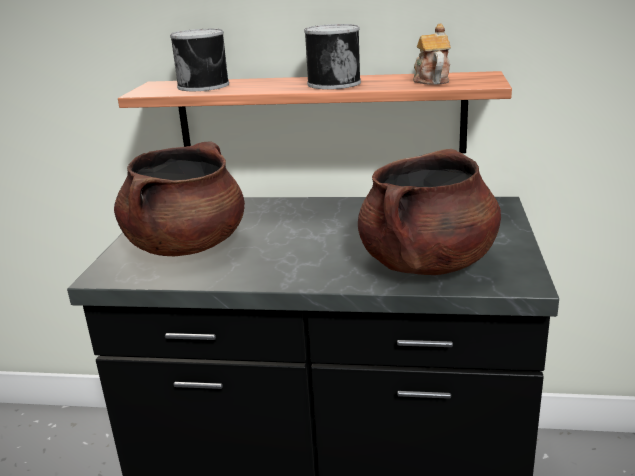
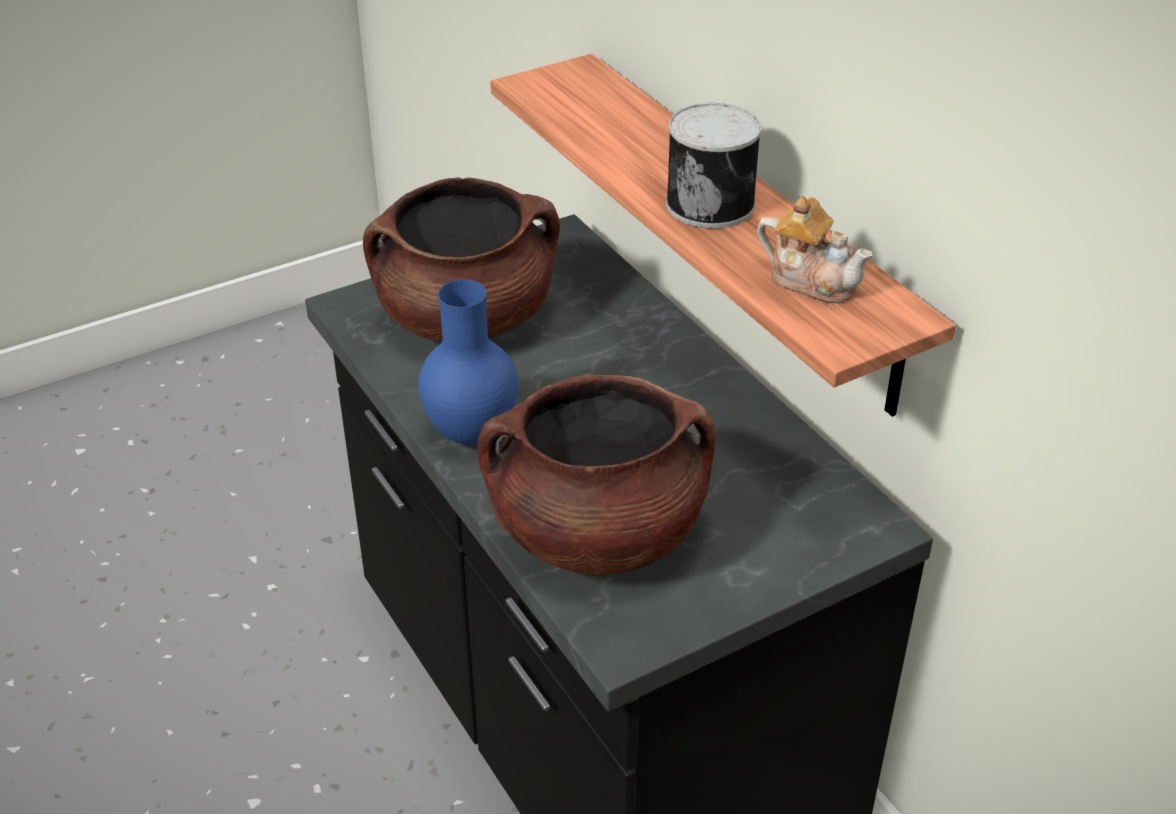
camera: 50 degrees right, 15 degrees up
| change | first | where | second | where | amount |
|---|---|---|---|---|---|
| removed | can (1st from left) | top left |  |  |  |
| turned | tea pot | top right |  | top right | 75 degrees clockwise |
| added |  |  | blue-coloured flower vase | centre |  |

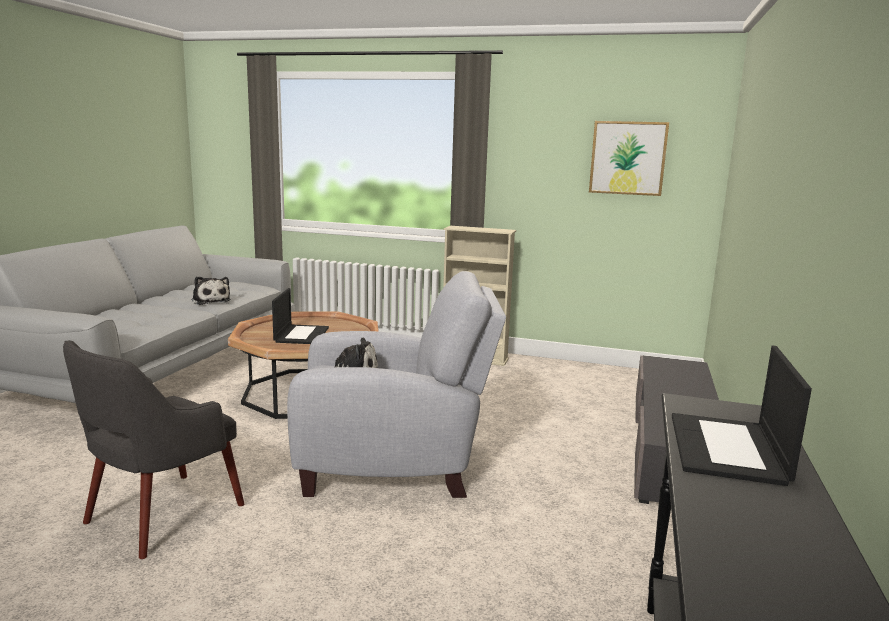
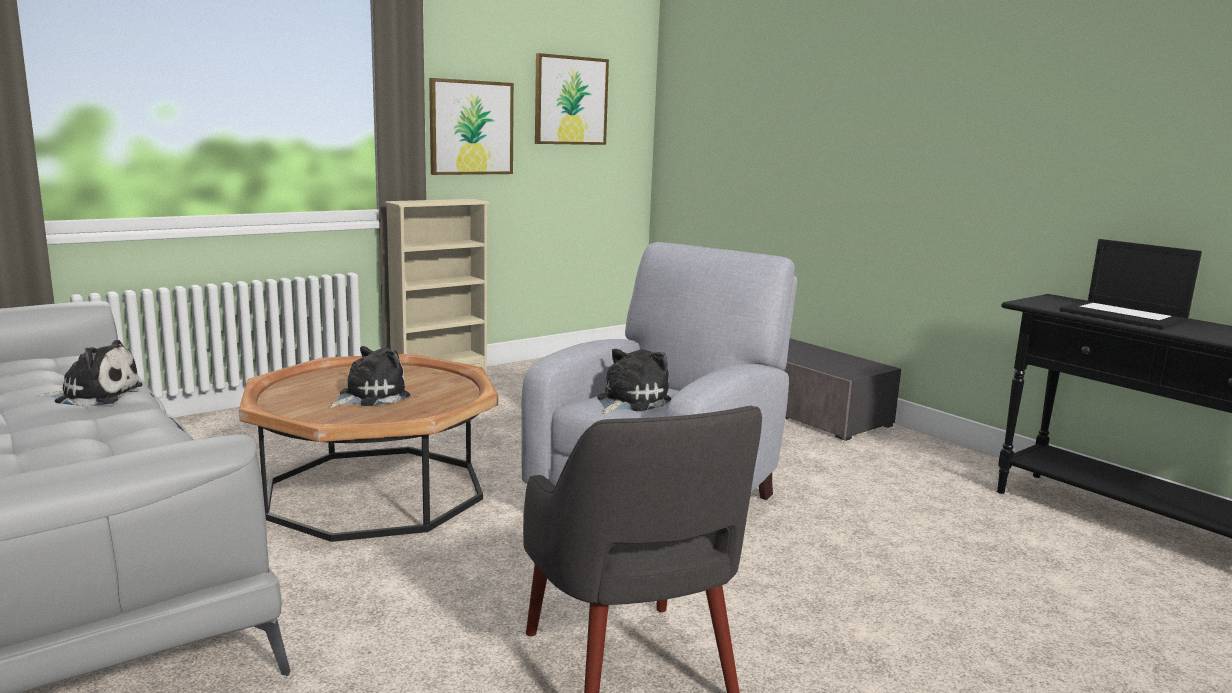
camera: 55 degrees left, 0 degrees up
| change | first | where | second | where | amount |
|---|---|---|---|---|---|
| replaced | portable computer (1st from left) | centre | soft toy (2nd from left) | middle left |  |
| added |  |  | wall art (1st from left) | top centre |  |

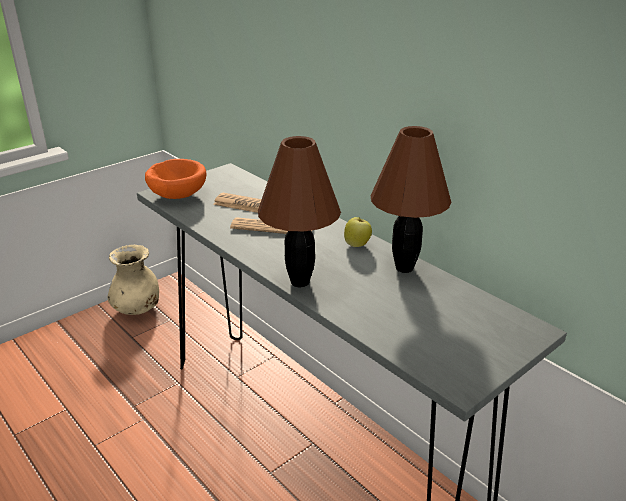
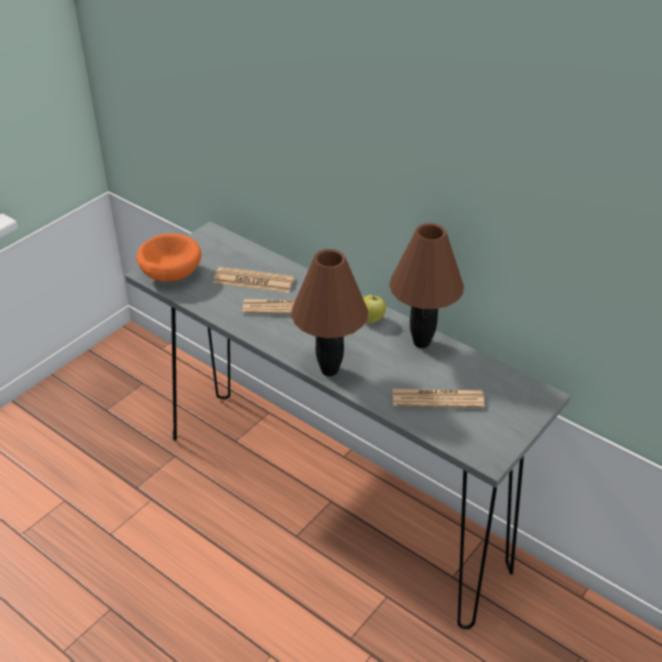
camera: 10 degrees left, 10 degrees up
| change | first | where | second | where | amount |
|---|---|---|---|---|---|
| removed | beige-coloured flower vase | middle left |  |  |  |
| added |  |  | newspaper (3rd from left) | centre |  |

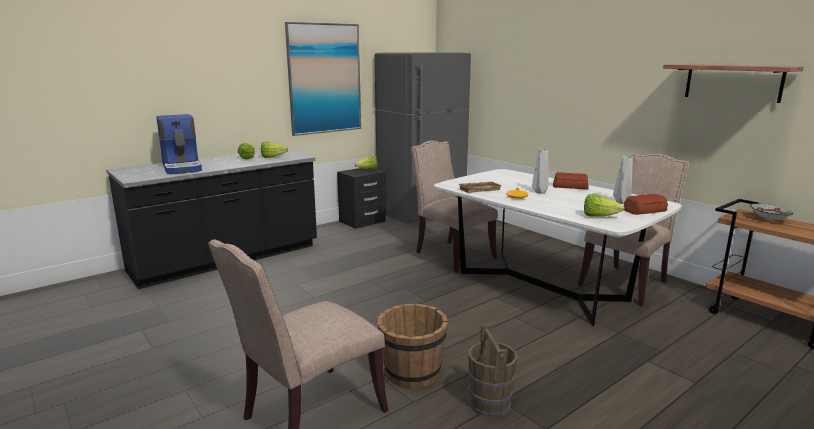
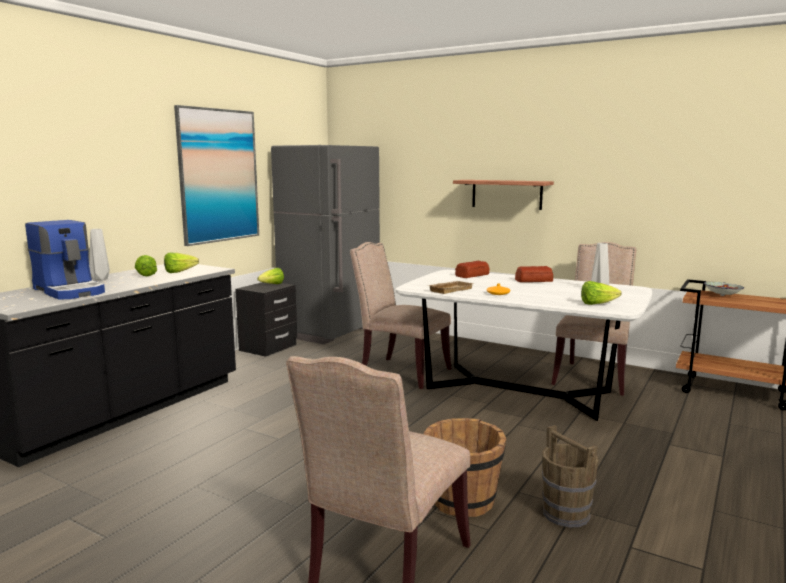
camera: 20 degrees left, 5 degrees down
| change | first | where | second | where | amount |
|---|---|---|---|---|---|
| moved | greyish flower vase (1st from left) | centre |  | middle left |  |
| moved | baked bread (2nd from left in the first image) | middle right | baked bread (1st from left) | centre |  |
| moved | wall shelf | top right |  | centre |  |

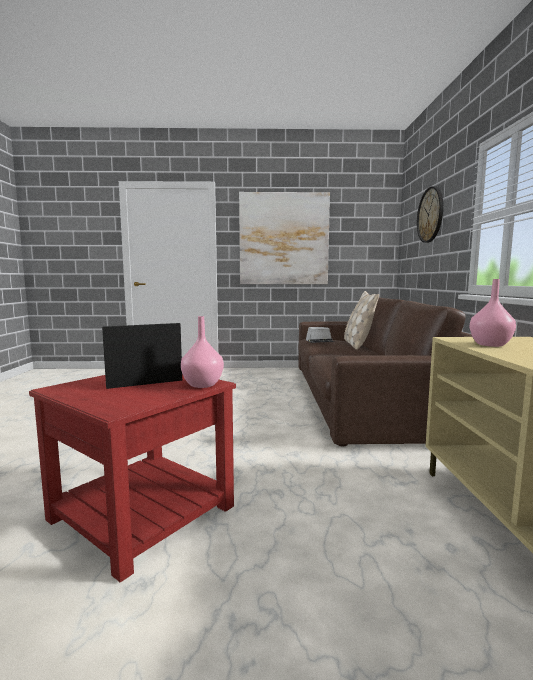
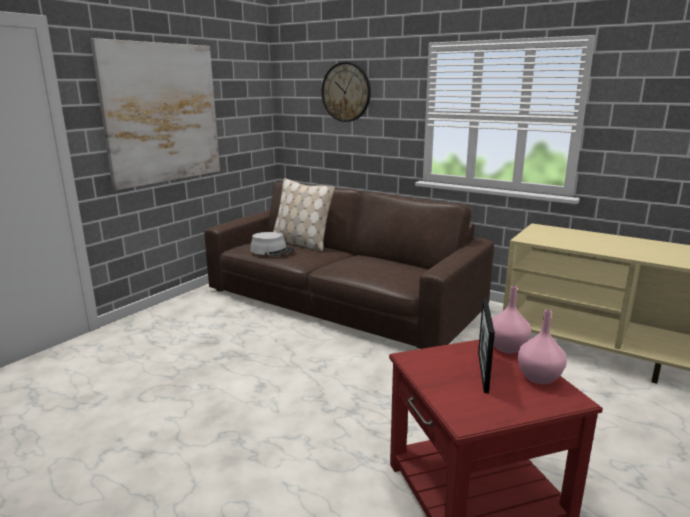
camera: 55 degrees left, 10 degrees up
| change | first | where | second | where | amount |
|---|---|---|---|---|---|
| moved | pink flower vase (2nd from left) | middle right |  | bottom right |  |

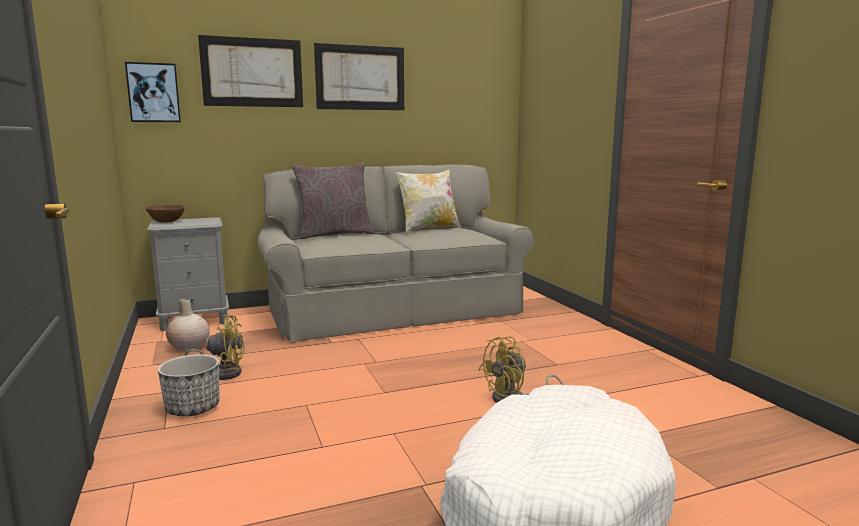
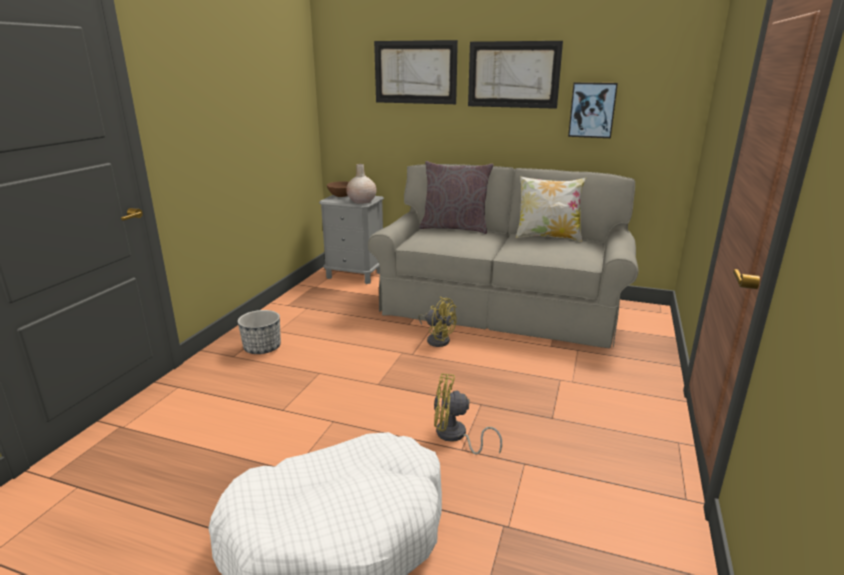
camera: 40 degrees right, 10 degrees up
| change | first | where | second | where | amount |
|---|---|---|---|---|---|
| moved | wall art (1st from left in the first image) | top left | wall art (3rd from left) | top right |  |
| moved | beige-coloured flower vase | middle left |  | top centre |  |
| moved | yellow-coloured fan (1st from left) | middle left |  | centre |  |

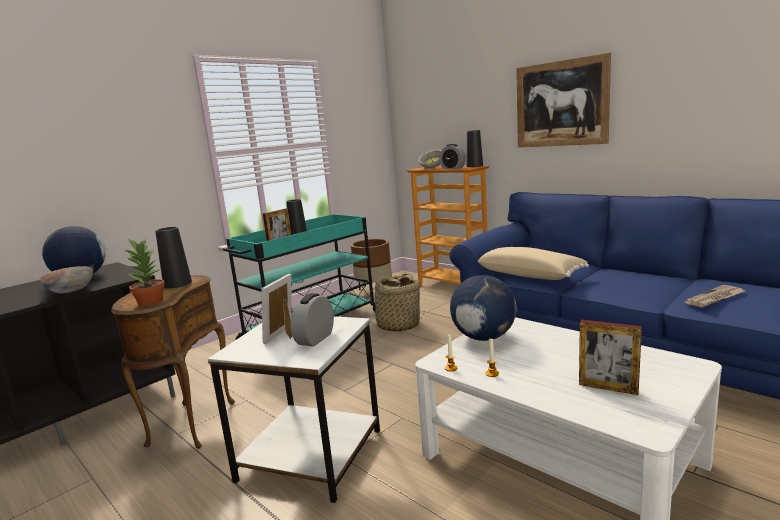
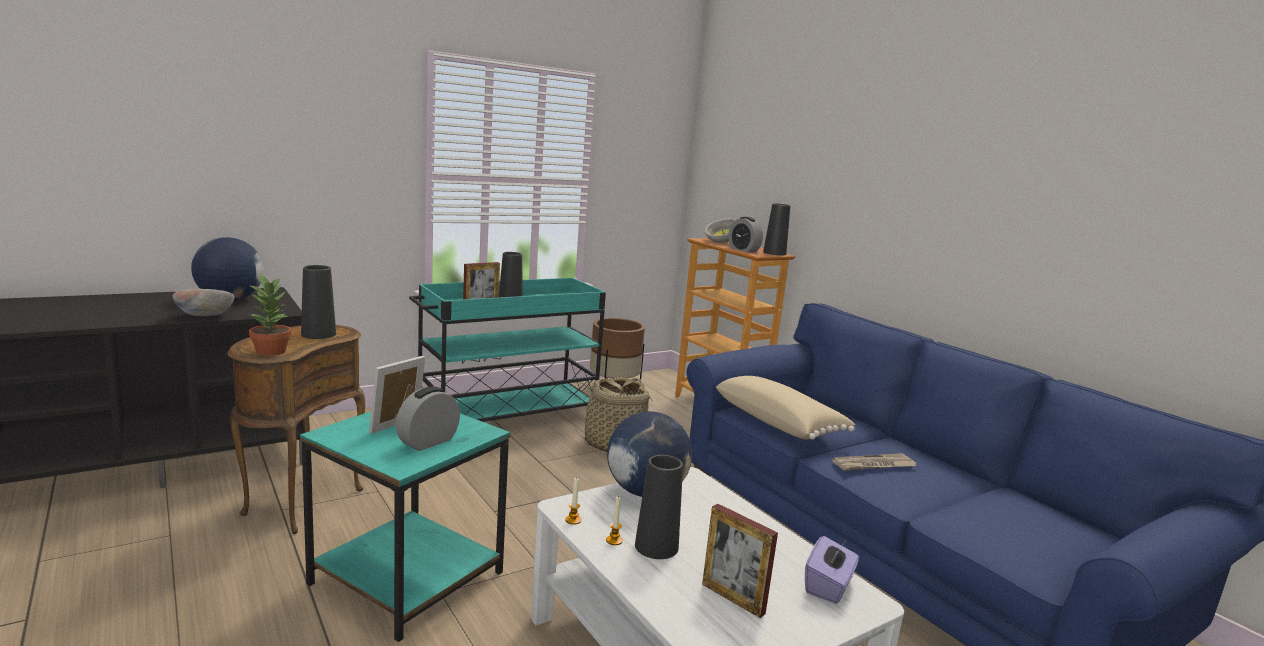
camera: 10 degrees right, 0 degrees up
| change | first | where | second | where | amount |
|---|---|---|---|---|---|
| recoloured | whitish accent table | bottom centre | turquoise-coloured accent table | bottom left |  |
| removed | wall art | top right |  |  |  |
| moved | newspaper | middle right |  | bottom right |  |
| added |  |  | black-coloured flower vase (3rd from left) | bottom centre |  |
| added |  |  | purple-coloured tissue box | bottom centre |  |

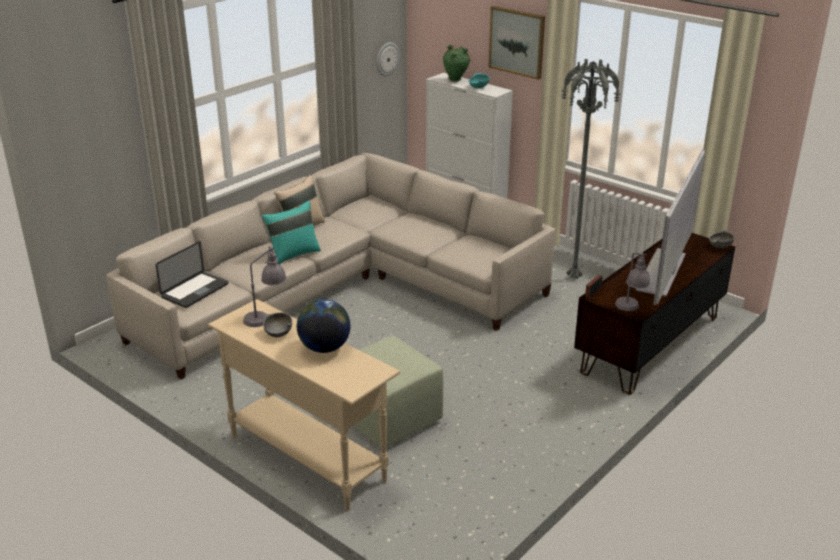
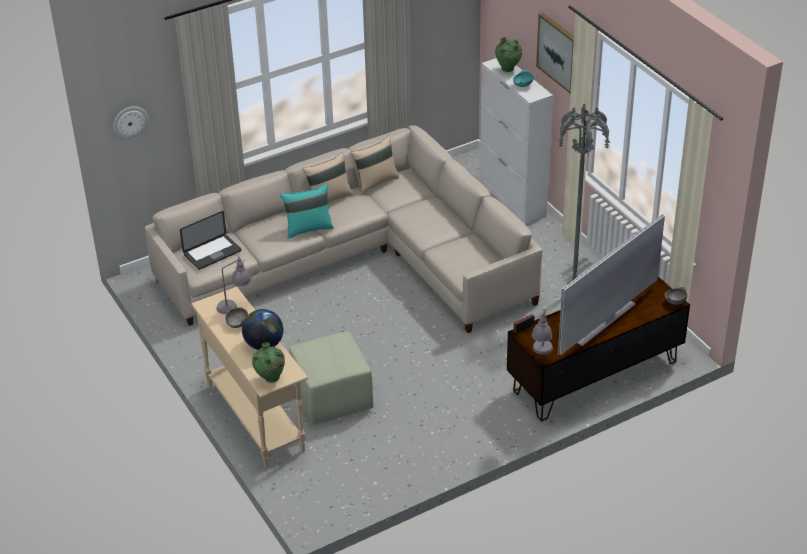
camera: 20 degrees right, 10 degrees up
| change | first | where | second | where | amount |
|---|---|---|---|---|---|
| moved | hanging clock | top centre |  | top left |  |
| added |  |  | green flower vase (1st from left) | middle left |  |
| added |  |  | beige-coloured cushion (2nd from left) | top centre |  |

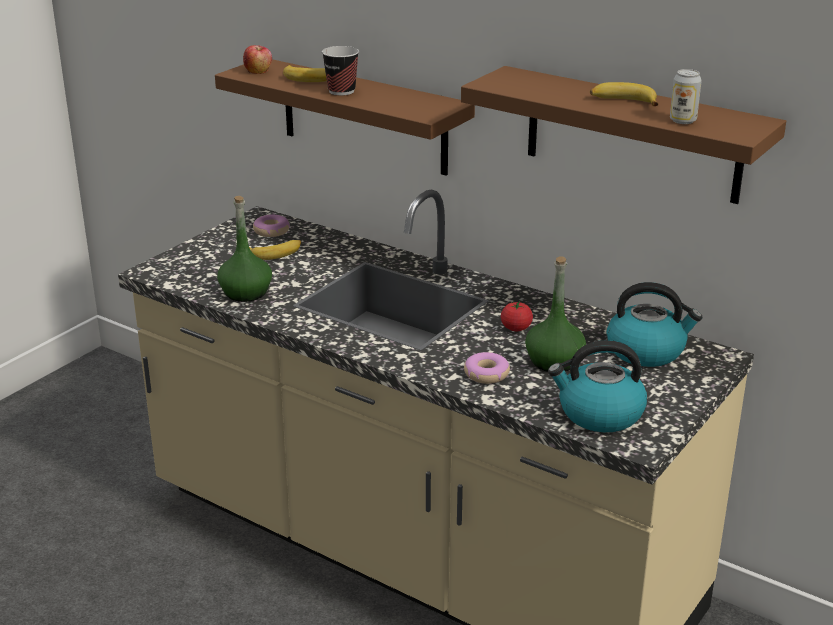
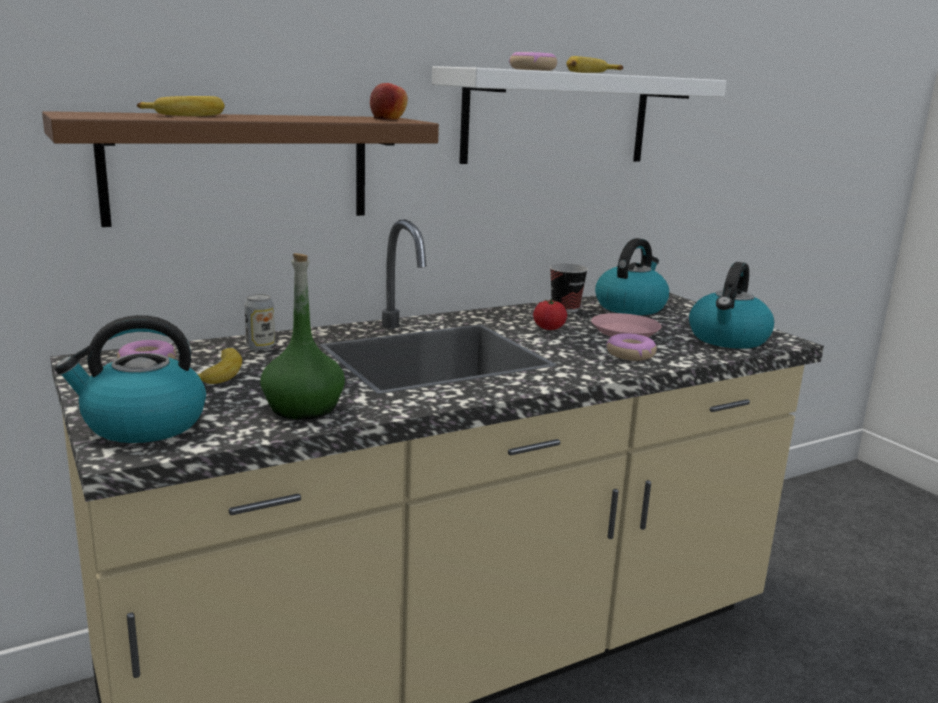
camera: 65 degrees left, 10 degrees down
| change | first | where | second | where | amount |
|---|---|---|---|---|---|
| moved | apple | top left |  | top centre |  |
| moved | cup | top centre |  | centre |  |
| recoloured | brownish wall shelf (2nd from left) | top right | whitish wall shelf | top centre |  |
| replaced | green beverage bottle (2nd from left) | centre | pink dinner plate | middle right |  |
| moved | can | top right |  | middle left |  |
| added |  |  | tea kettle (1st from left) | middle left |  |
| added |  |  | donut (2nd from left) | top centre |  |

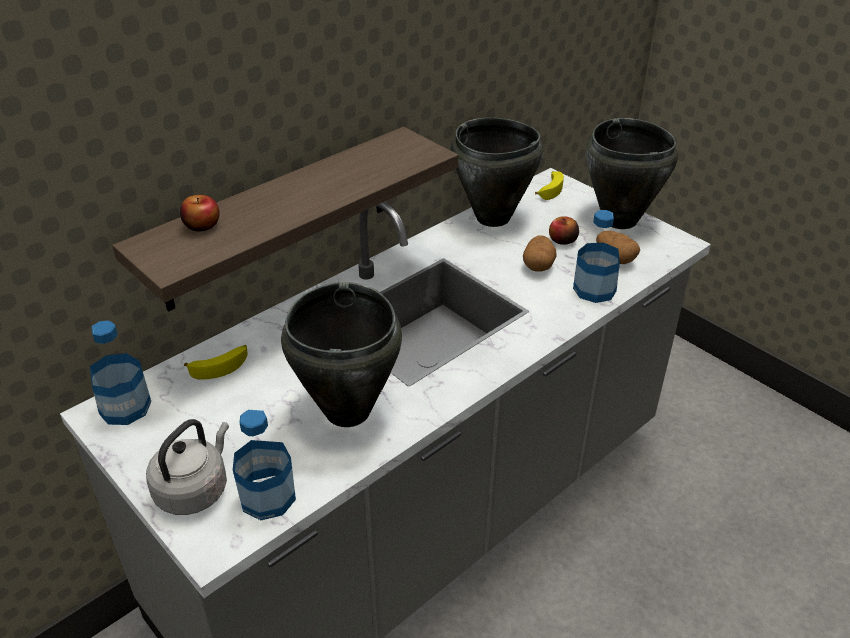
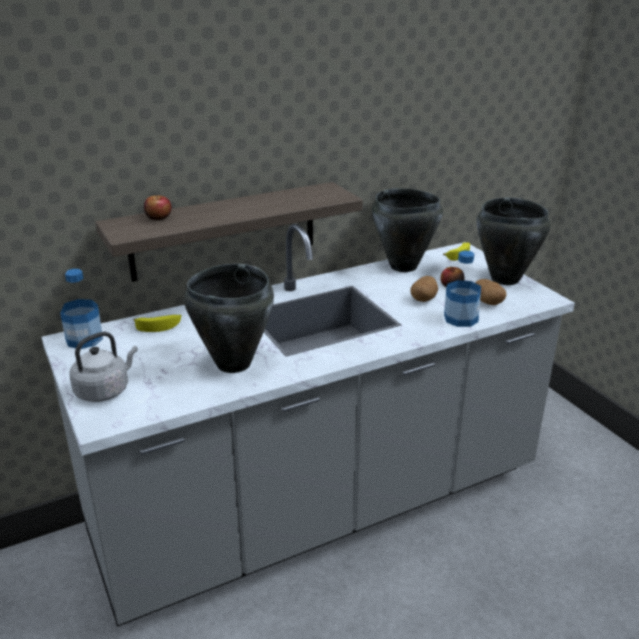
camera: 15 degrees right, 10 degrees down
| change | first | where | second | where | amount |
|---|---|---|---|---|---|
| removed | beverage bottle (2nd from left) | bottom left |  |  |  |

